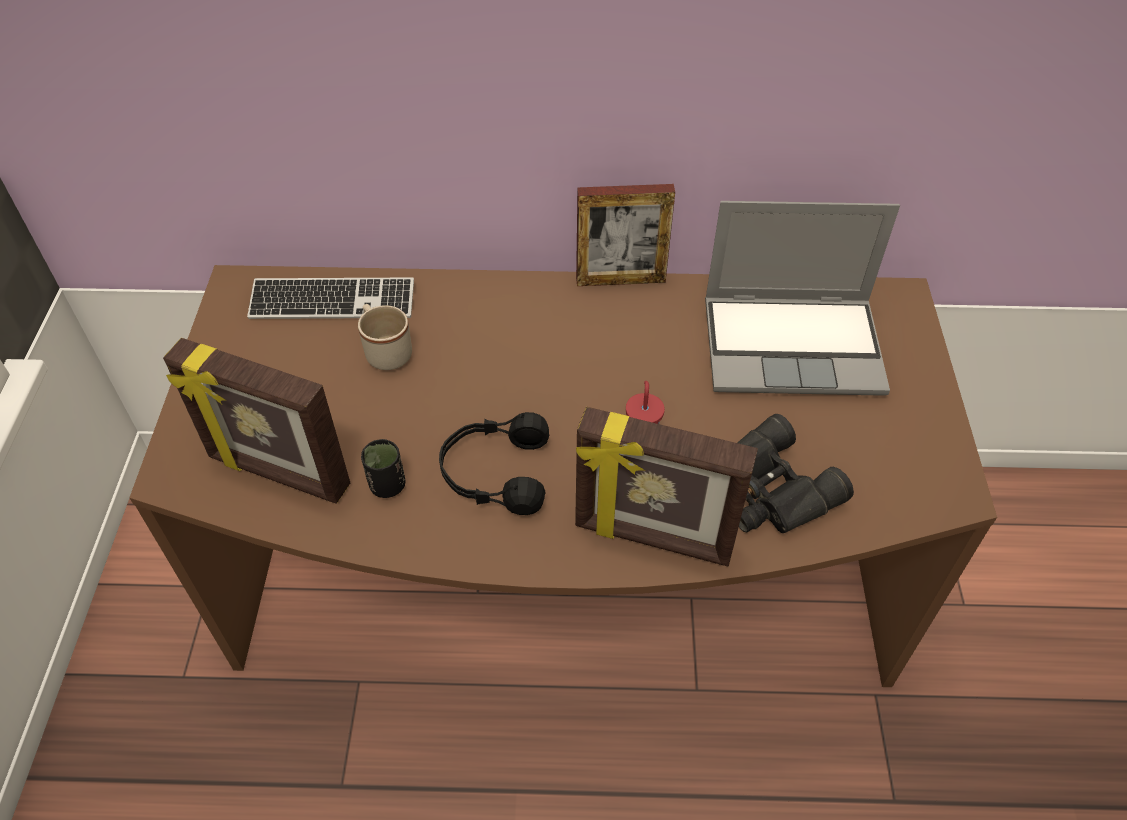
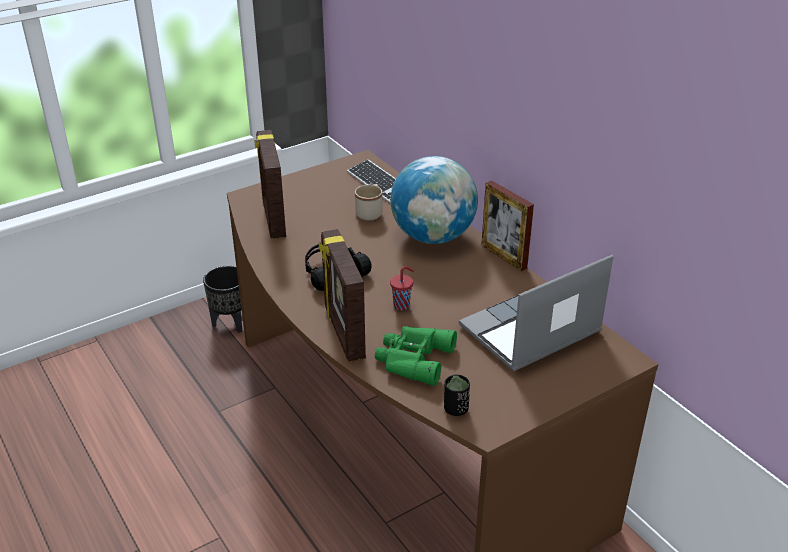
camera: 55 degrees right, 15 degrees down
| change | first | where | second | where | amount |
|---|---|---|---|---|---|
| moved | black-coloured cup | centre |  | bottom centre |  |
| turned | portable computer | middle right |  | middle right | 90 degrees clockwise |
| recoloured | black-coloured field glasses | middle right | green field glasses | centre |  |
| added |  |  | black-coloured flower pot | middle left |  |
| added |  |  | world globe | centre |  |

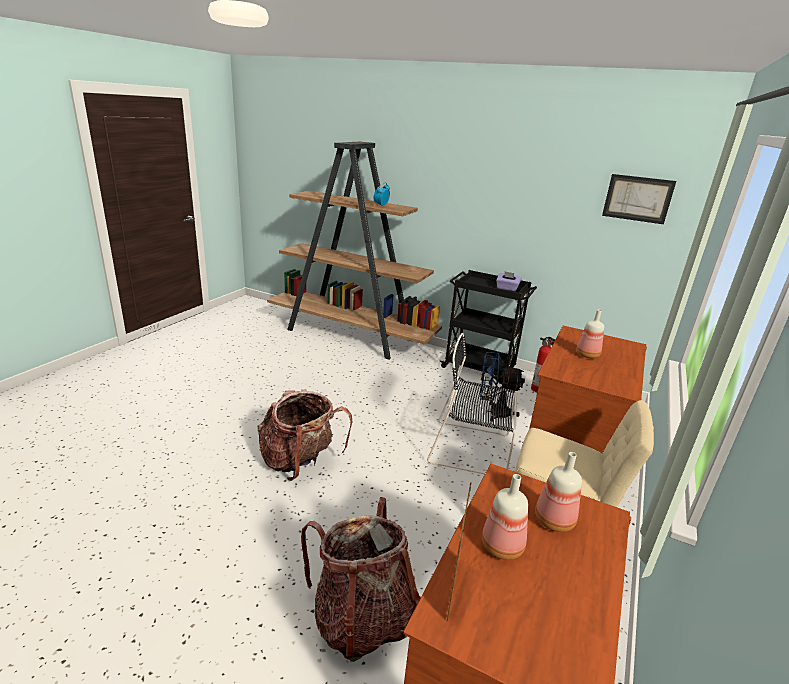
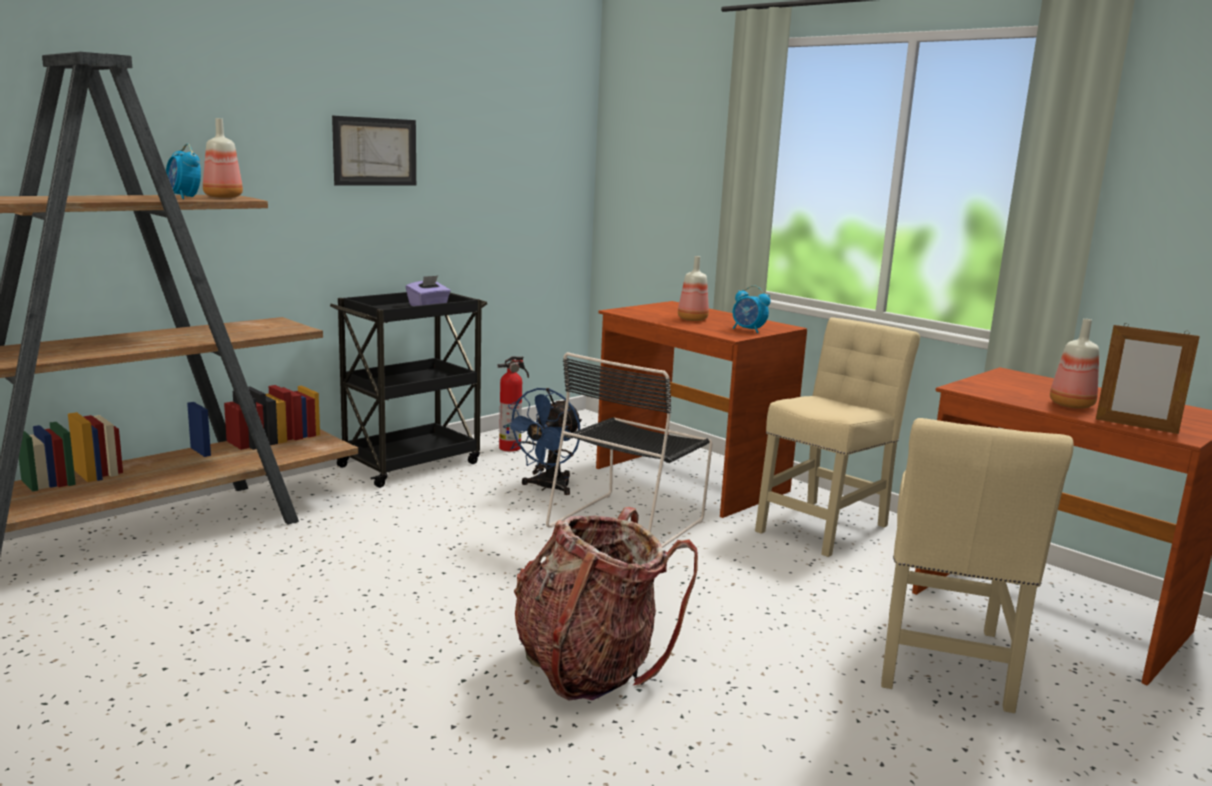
camera: 70 degrees left, 10 degrees down
| change | first | where | second | where | amount |
|---|---|---|---|---|---|
| replaced | knapsack (2nd from left) | bottom centre | beige-coloured upright chair (2nd from left) | bottom right |  |
| moved | beverage bottle (2nd from left in the first image) | bottom right | beverage bottle (1st from left) | top left |  |
| moved | wall art | top right |  | top left |  |
| added |  |  | bedside clock (2nd from left) | centre |  |

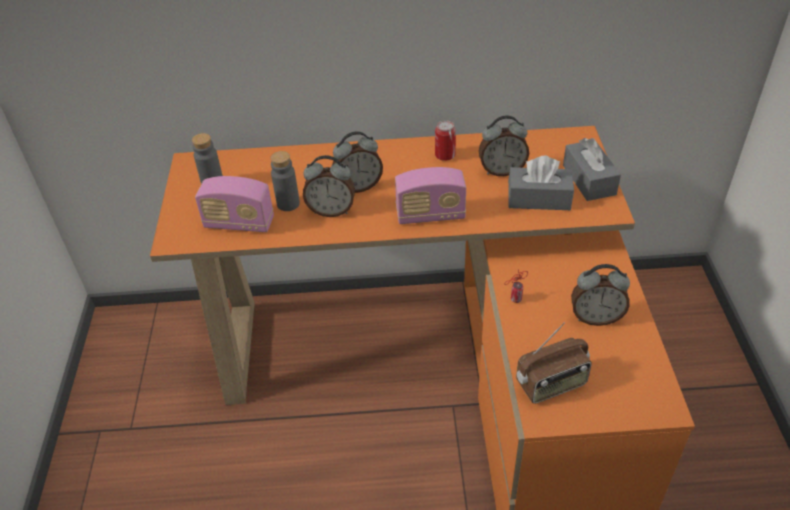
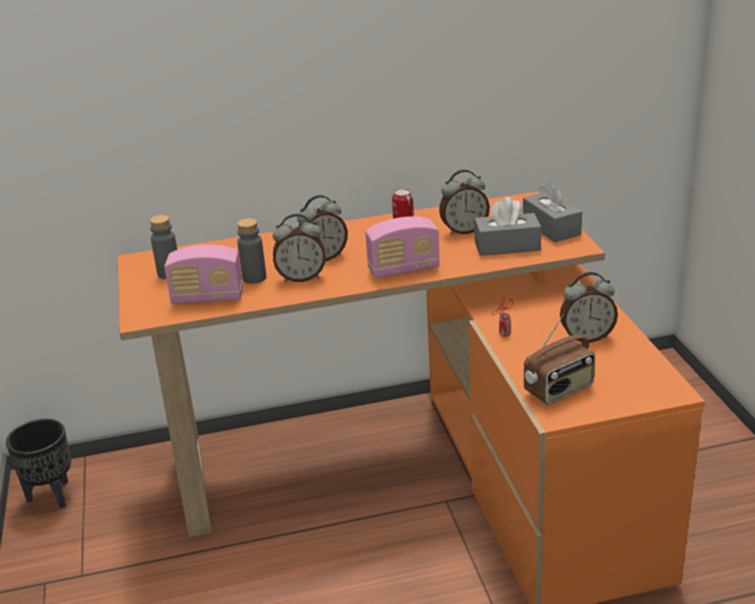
camera: 10 degrees left, 15 degrees down
| change | first | where | second | where | amount |
|---|---|---|---|---|---|
| added |  |  | black-coloured flower pot | bottom left |  |

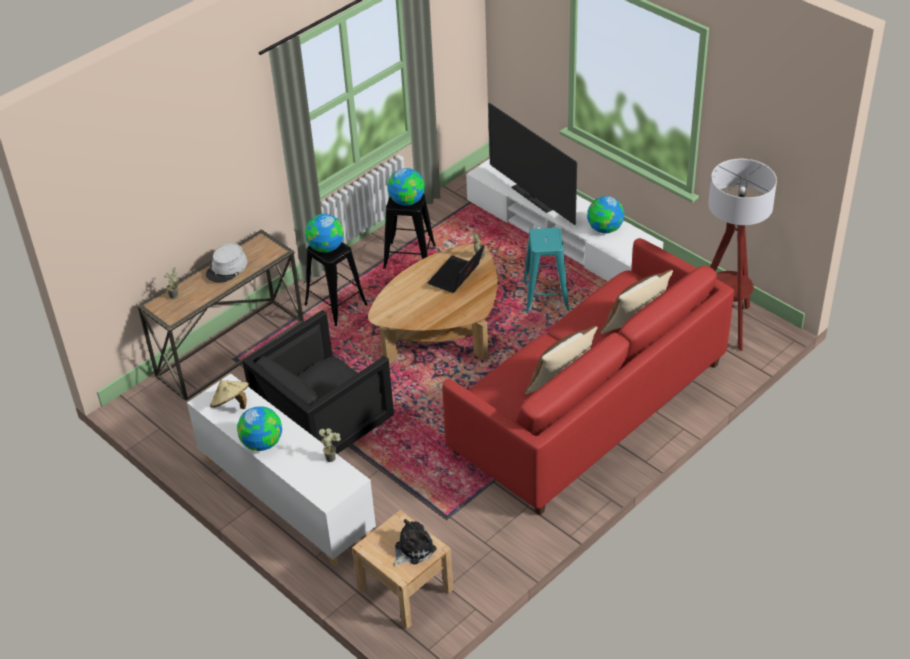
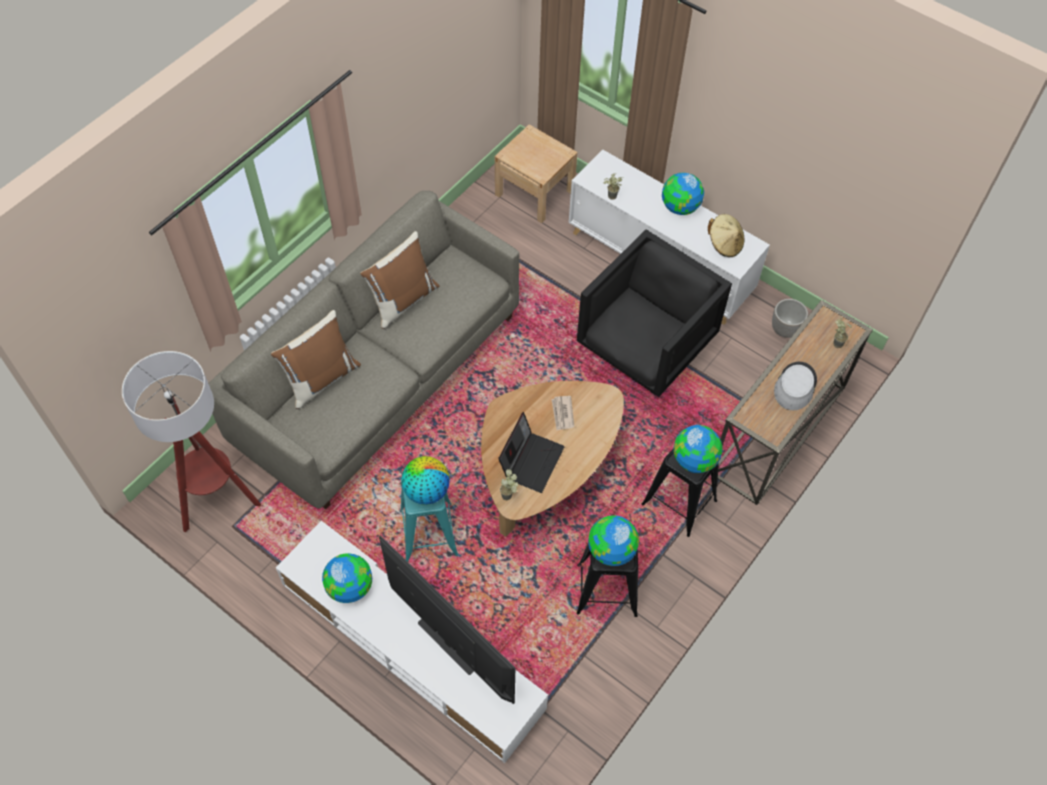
camera: 170 degrees right, 15 degrees up
| change | first | where | second | where | amount |
|---|---|---|---|---|---|
| removed | soft toy | bottom centre |  |  |  |
| recoloured | red-coloured settee | centre | greyish settee | centre |  |
| added |  |  | world globe (2nd from left) | centre |  |
| added |  |  | newspaper | centre |  |
| added |  |  | flower pot | middle right |  |

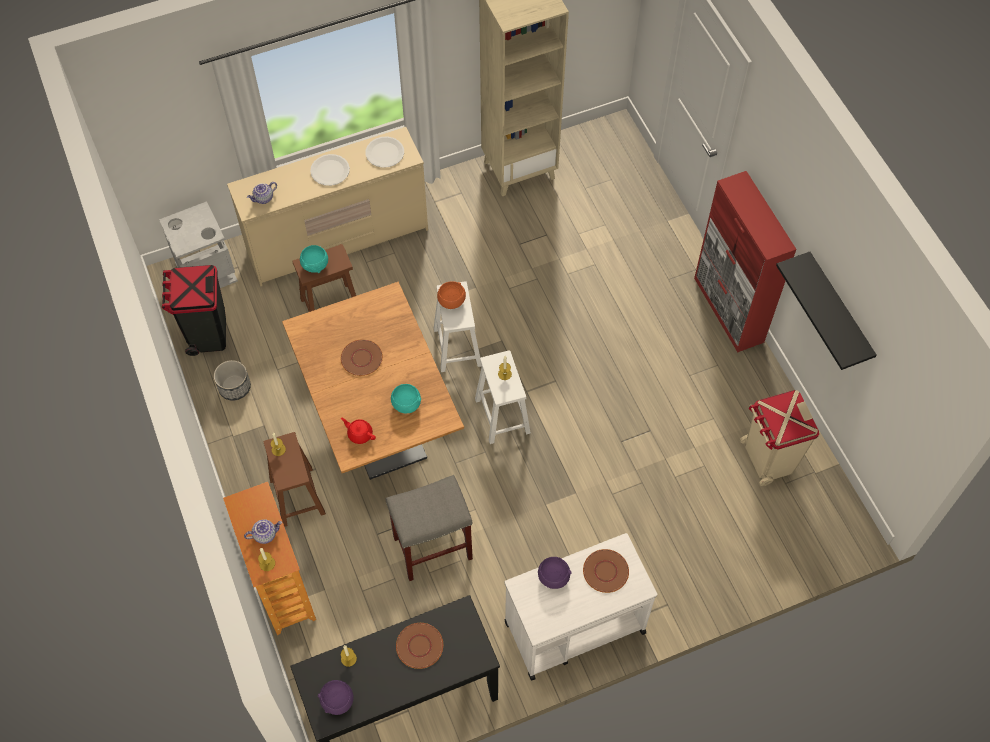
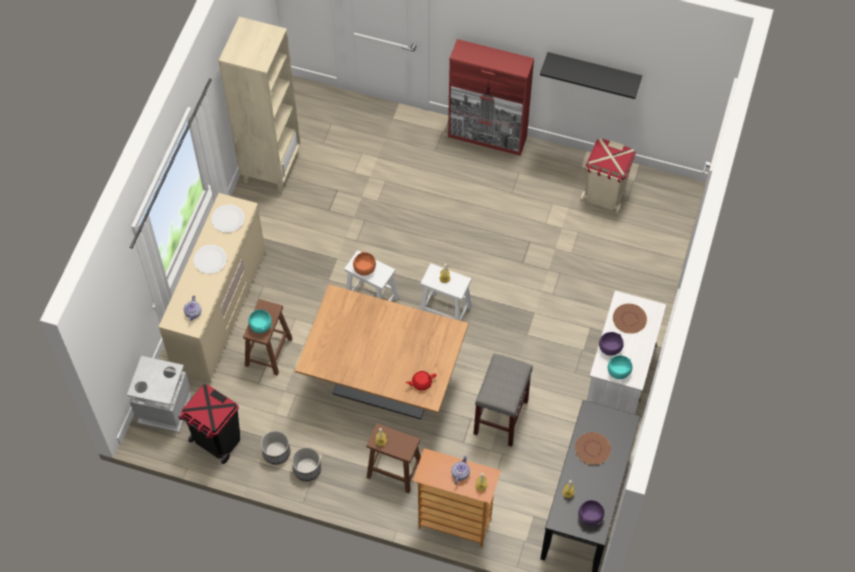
camera: 50 degrees left, 0 degrees up
| change | first | where | second | where | amount |
|---|---|---|---|---|---|
| removed | brownish dinner plate (1st from left) | centre |  |  |  |
| moved | turquoise-coloured serving bowl (2nd from left) | centre |  | middle right |  |
| added |  |  | flower pot (2nd from left) | bottom centre |  |

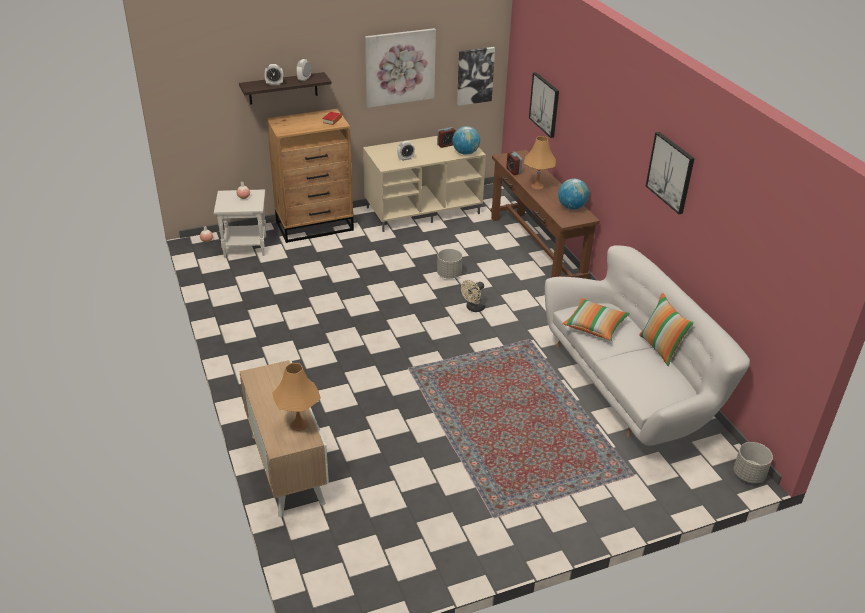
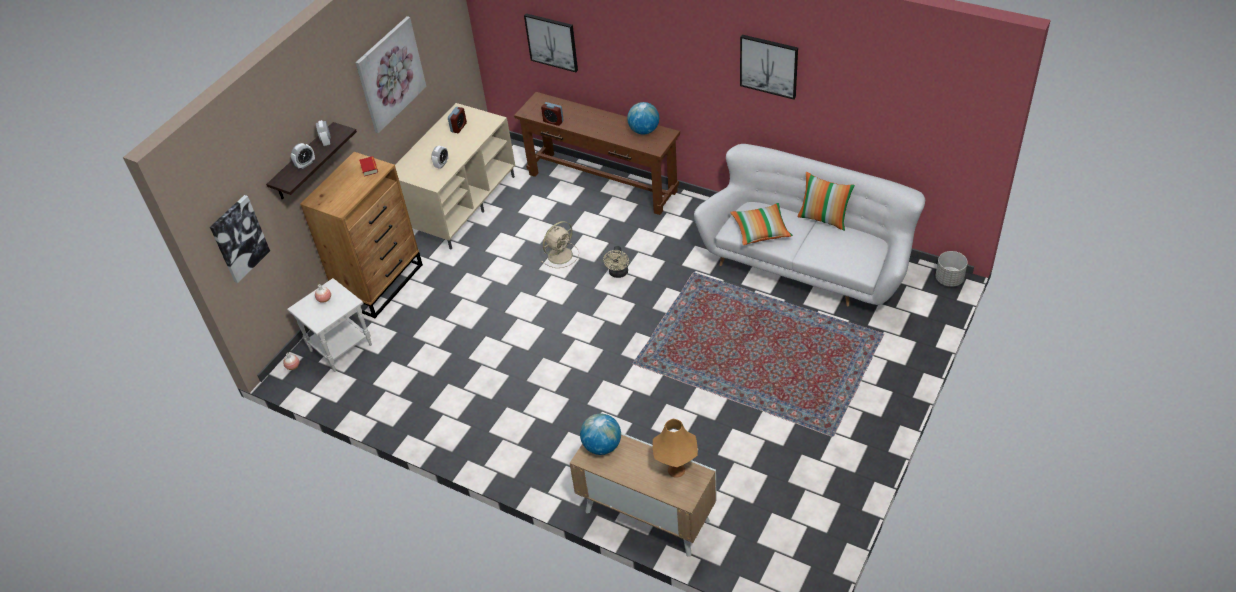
camera: 35 degrees left, 10 degrees up
| change | first | where | second | where | amount |
|---|---|---|---|---|---|
| replaced | greyish flower pot (1st from left) | centre | beige-coloured fan (1st from left) | centre |  |
| moved | world globe (1st from left) | top centre |  | bottom centre |  |
| moved | wall art (2nd from left in the first image) | top centre | wall art (1st from left) | middle left |  |
| removed | orangey table lamp (2nd from left) | top centre |  |  |  |

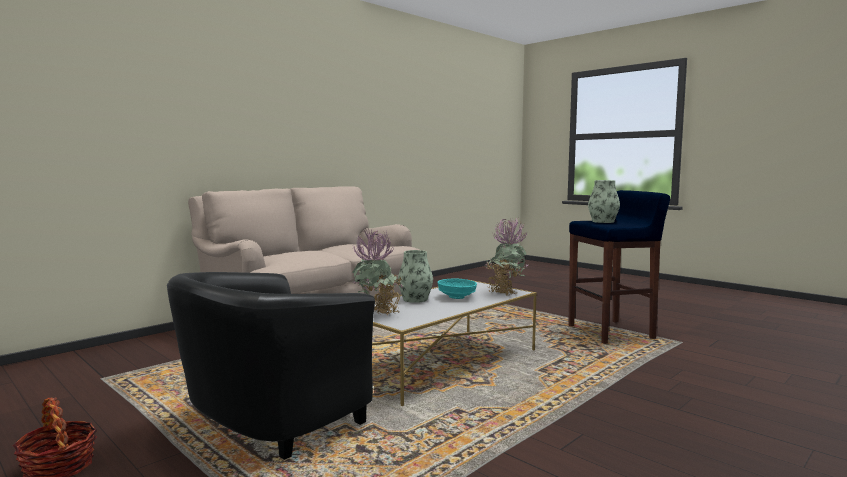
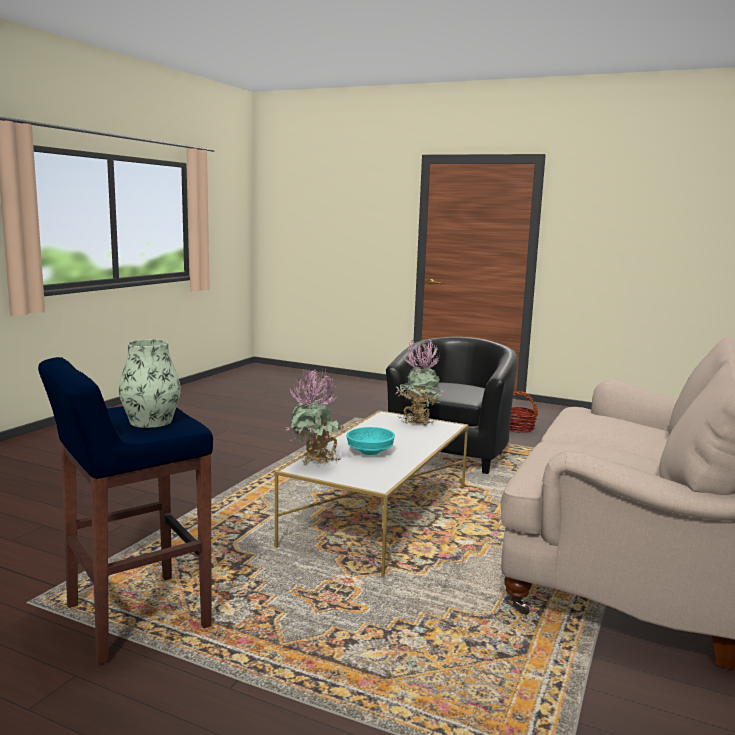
camera: 160 degrees right, 5 degrees up
| change | first | where | second | where | amount |
|---|---|---|---|---|---|
| removed | flower vase (1st from left) | centre |  |  |  |

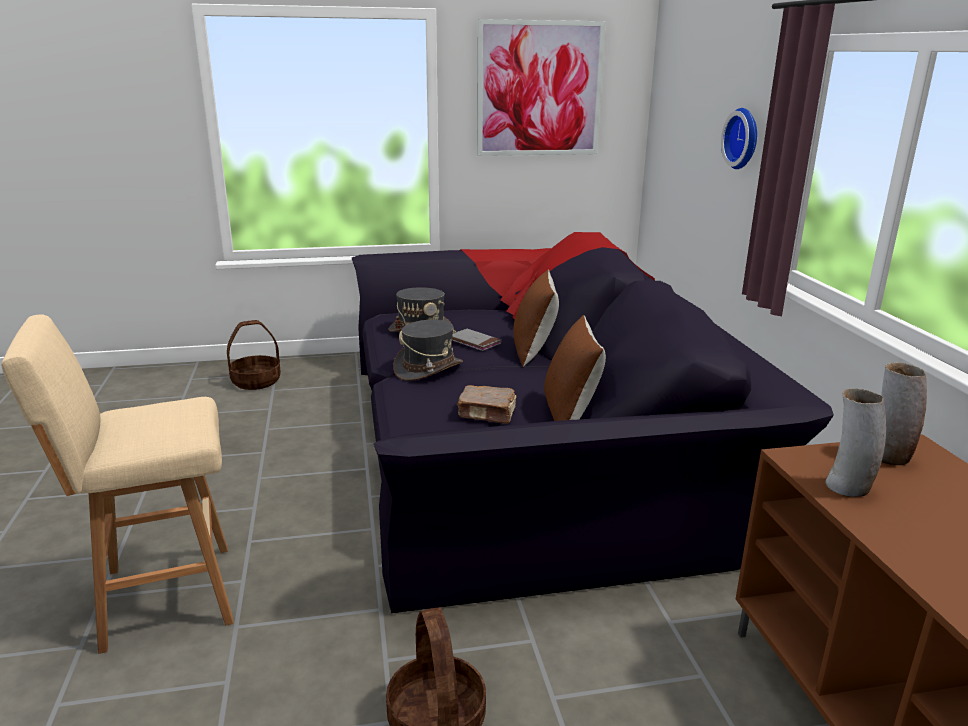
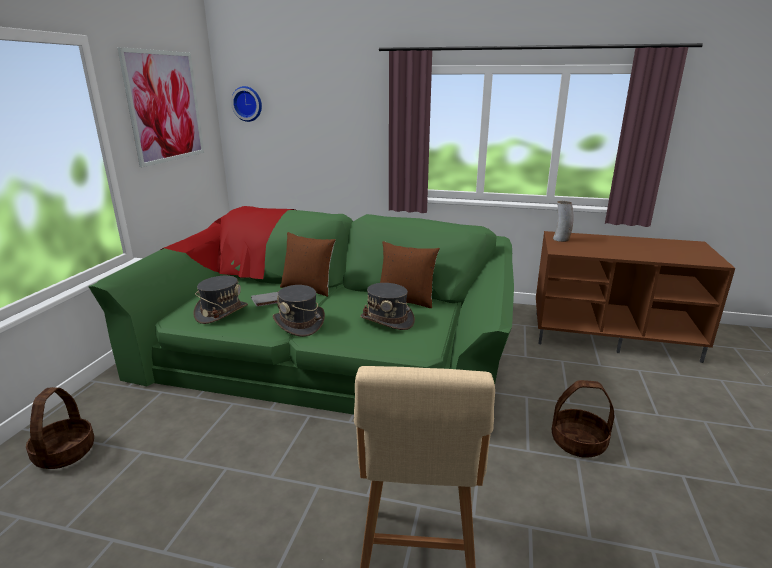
camera: 65 degrees left, 0 degrees up
| change | first | where | second | where | amount |
|---|---|---|---|---|---|
| recoloured | black-coloured settee | centre | green settee | centre |  |
| replaced | brownish volume | centre | greyish clothing hat (3rd from left) | centre |  |
| moved | hanging clock | top right |  | top left |  |
| removed | flower vase (1st from left) | middle right |  |  |  |

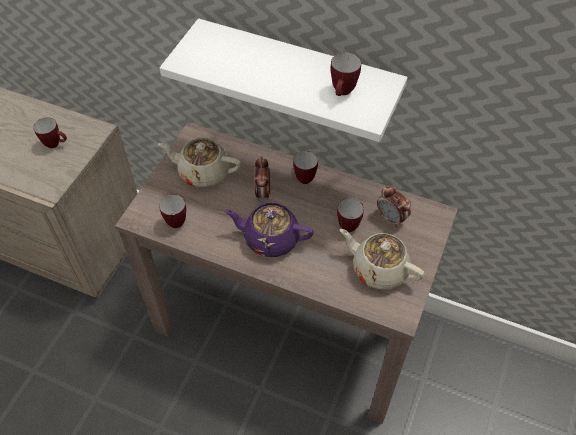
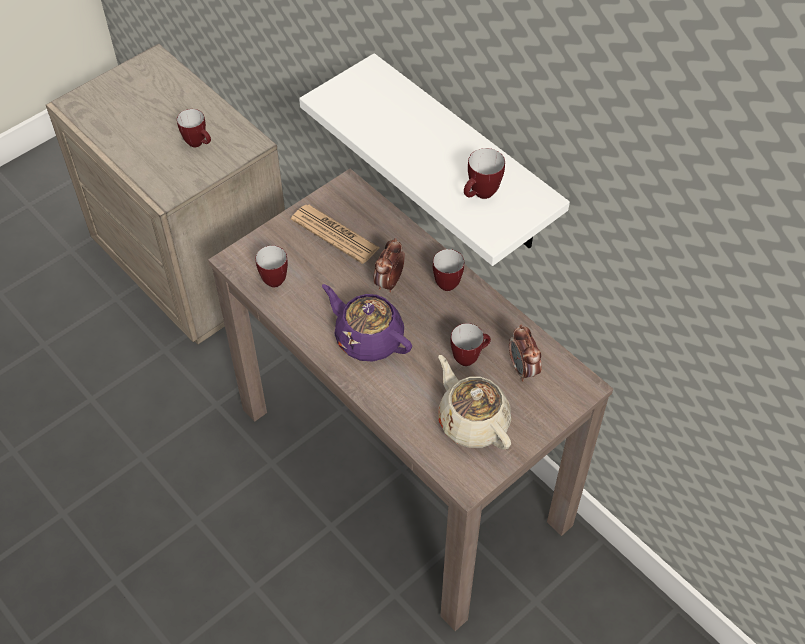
camera: 25 degrees right, 0 degrees up
| change | first | where | second | where | amount |
|---|---|---|---|---|---|
| replaced | beige-coloured tea pot (1st from left) | centre | newspaper | centre |  |

